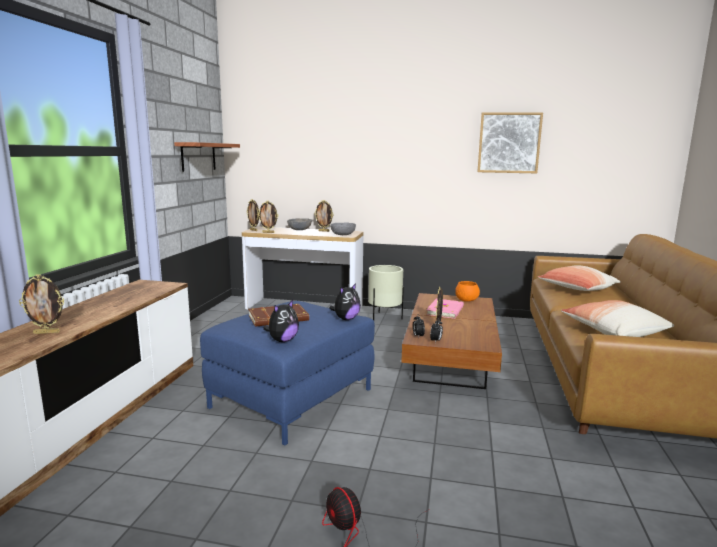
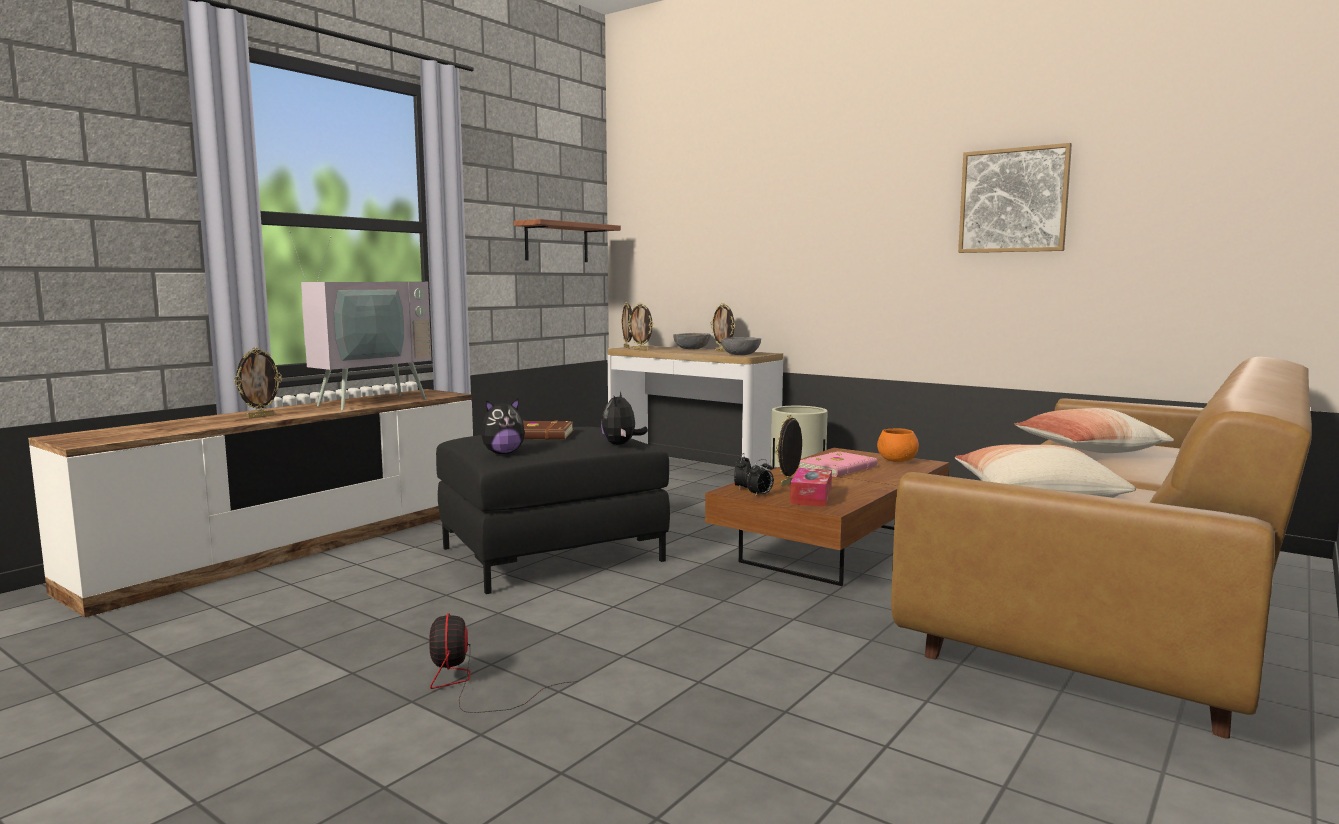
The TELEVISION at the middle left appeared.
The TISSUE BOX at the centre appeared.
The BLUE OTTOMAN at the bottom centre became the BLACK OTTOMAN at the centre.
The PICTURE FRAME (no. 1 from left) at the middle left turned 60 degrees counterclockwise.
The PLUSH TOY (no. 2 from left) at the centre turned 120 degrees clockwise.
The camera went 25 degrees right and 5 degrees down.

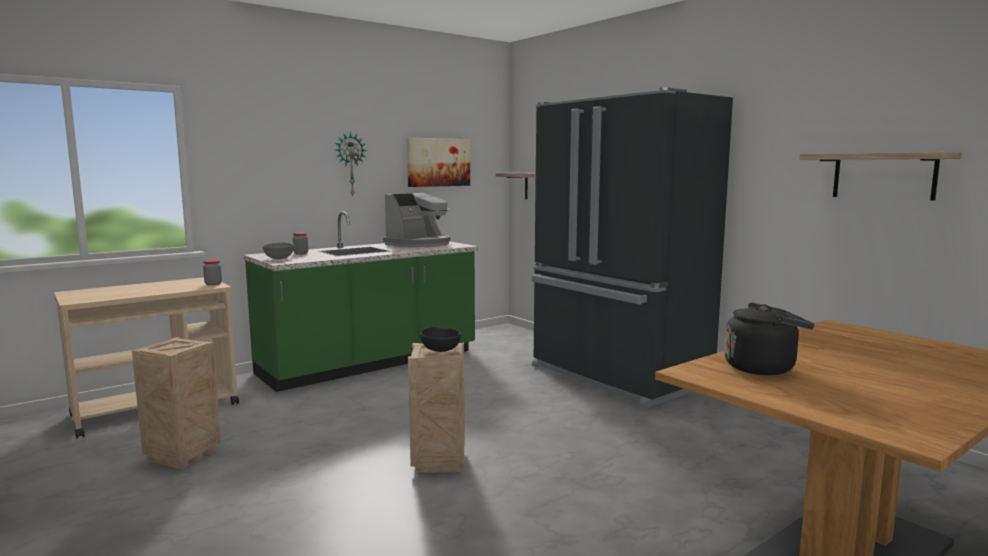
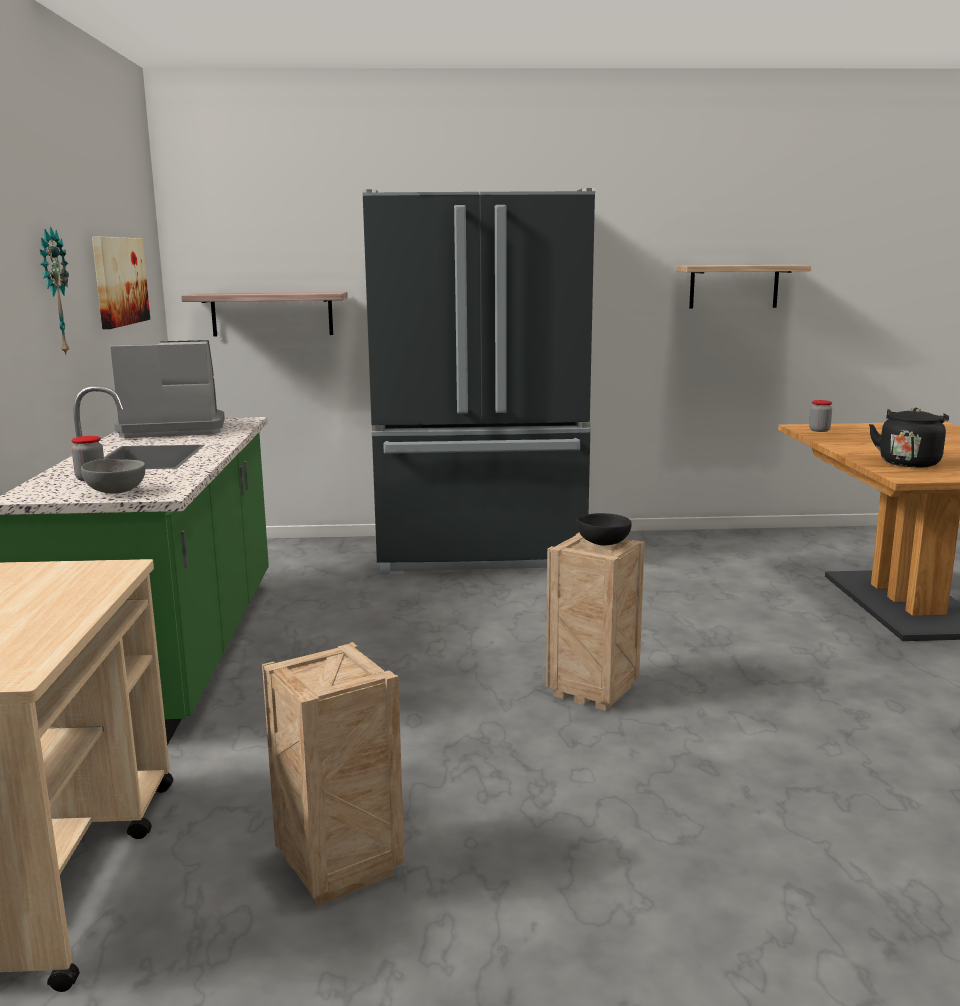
The JAR (no. 1 from left in the first image) moved from the middle left to the middle right.
The COFFEE MACHINE at the centre turned 90 degrees counterclockwise.
The camera went 55 degrees left and 5 degrees up.

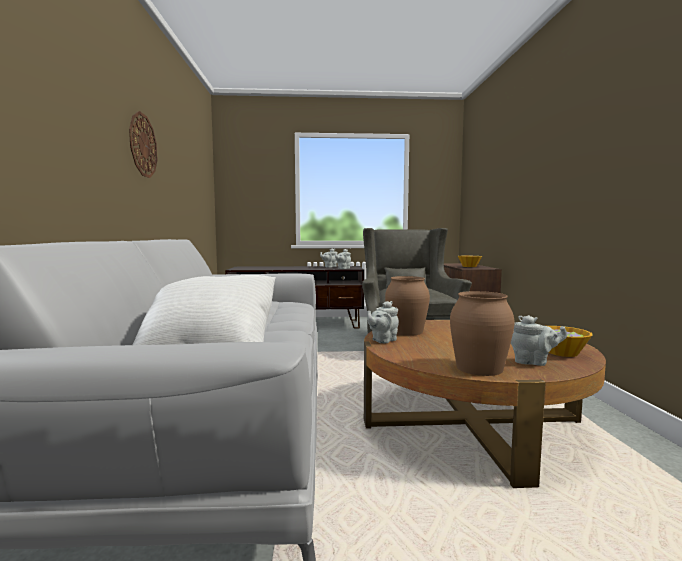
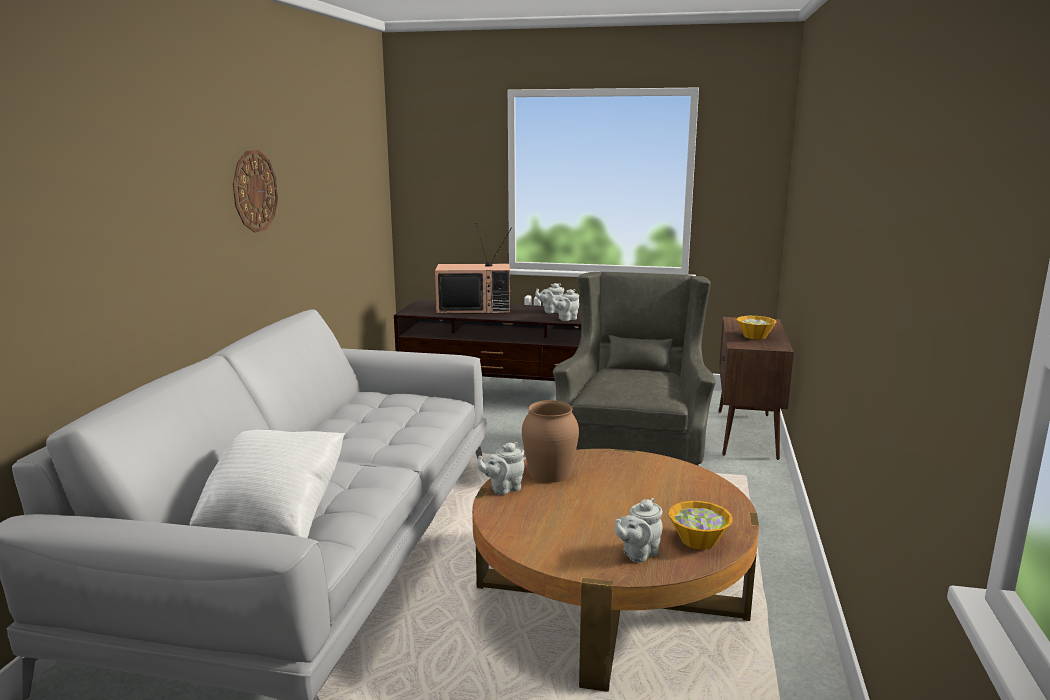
The BROWN VASE (no. 2 from left) at the middle right disappeared.
The TELEVISION at the centre appeared.
The GREY TEAPOT (no. 4 from left) at the middle right turned 105 degrees clockwise.
The camera went 15 degrees right and 10 degrees up.

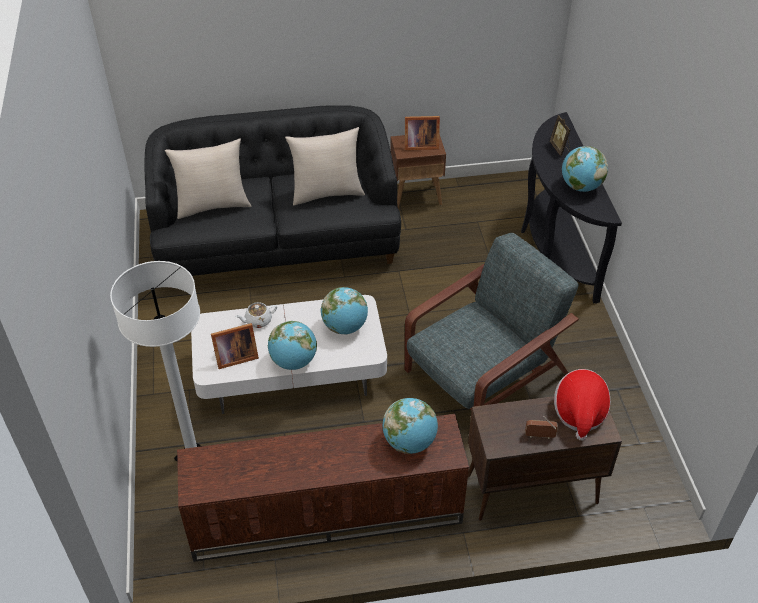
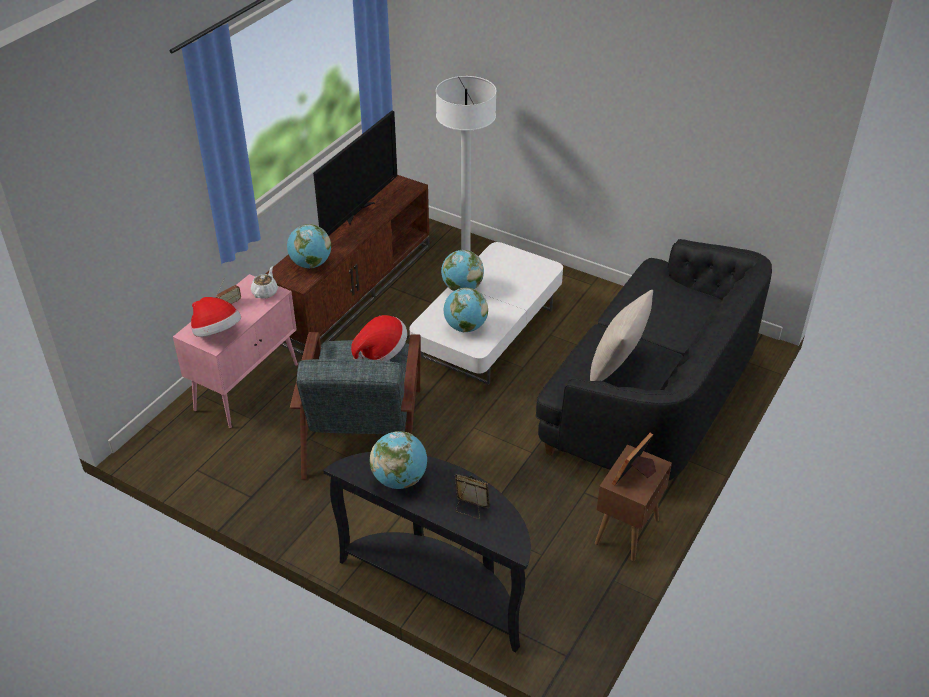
The BEIGE PILLOW (no. 1 from left) at the top left disappeared.
The PICTURE FRAME (no. 1 from left) at the middle left disappeared.
The TELEVISION at the top centre appeared.
The HAT (no. 2 from left) at the centre appeared.
The WHITE TEAPOT moved from the centre to the middle left.
The BROWN CABINET at the bottom right became the PINK CABINET at the middle left.
The camera went 130 degrees right and 5 degrees down.

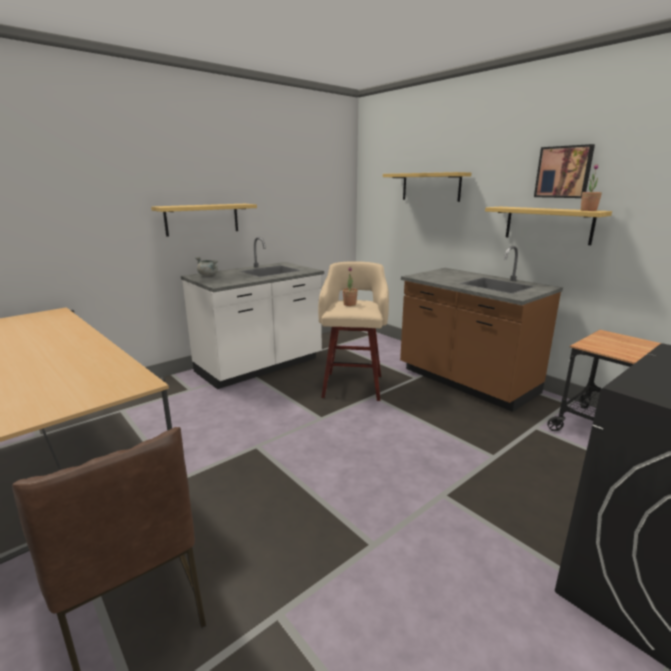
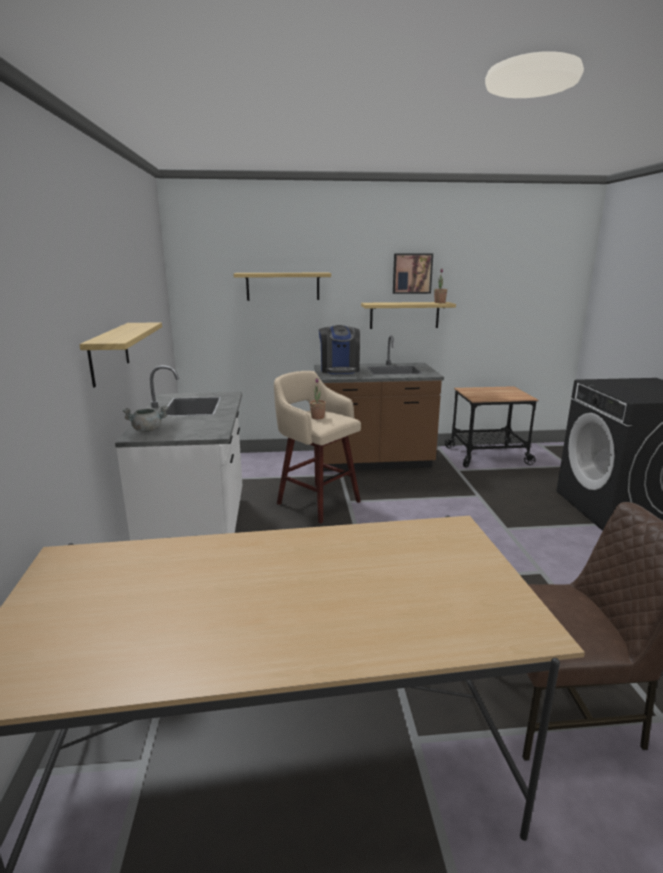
The COFFEE MACHINE at the centre appeared.
The camera went 55 degrees left and 0 degrees up.

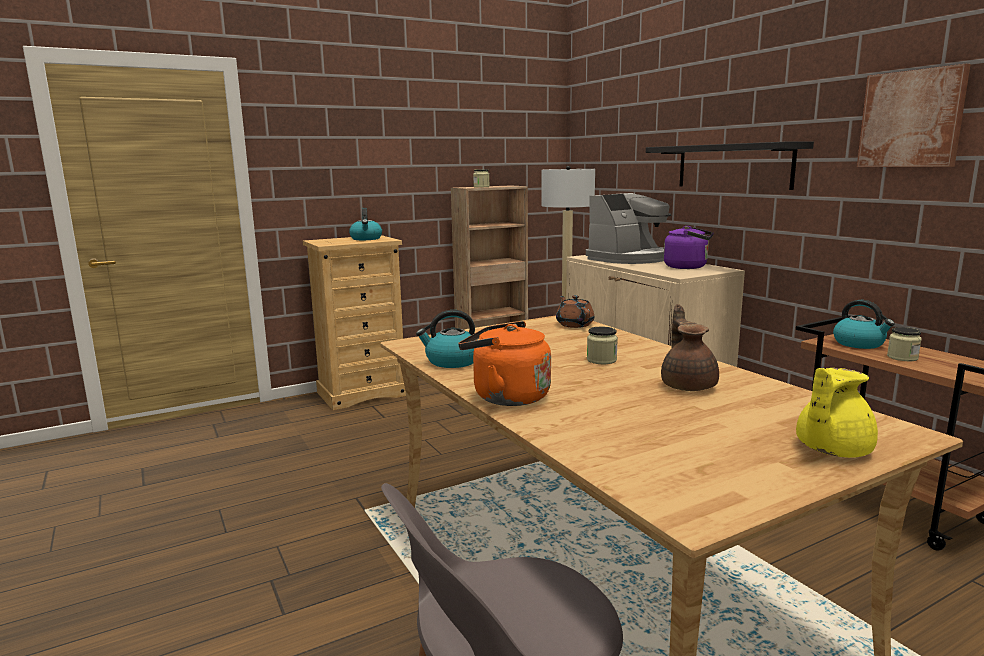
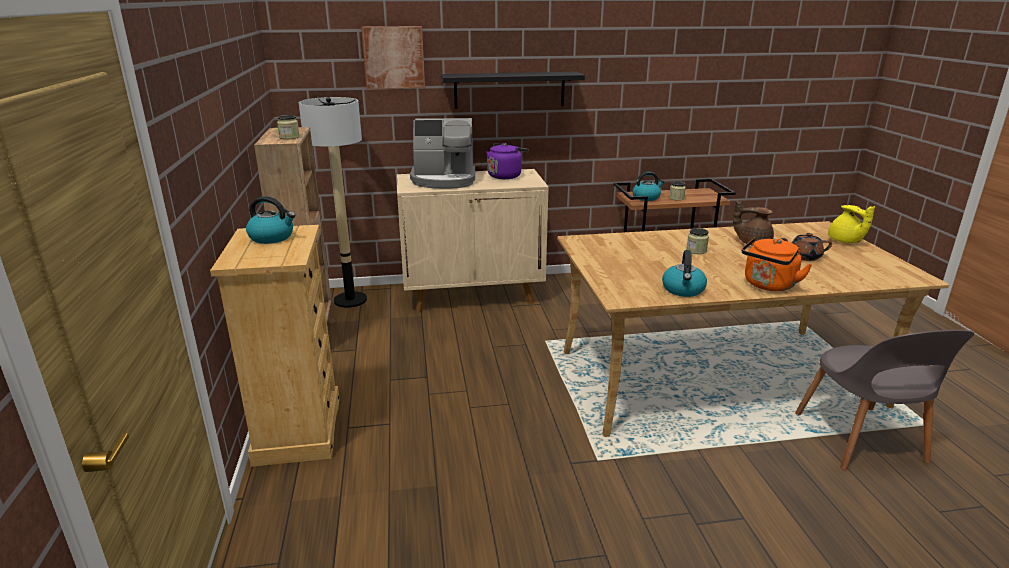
The BROWN TEAPOT (no. 1 from left in the first image) moved from the centre to the middle right.
The PICTURE moved from the top right to the top centre.
The COFFEE MACHINE at the centre turned 105 degrees clockwise.
The camera went 70 degrees left and 10 degrees up.

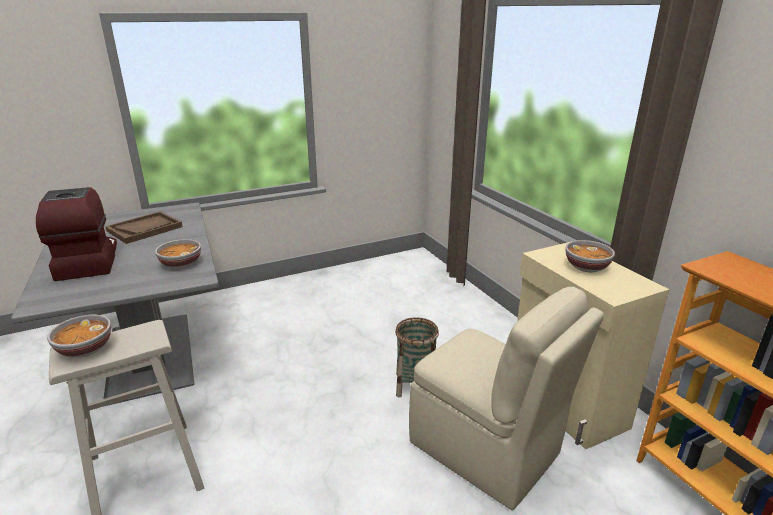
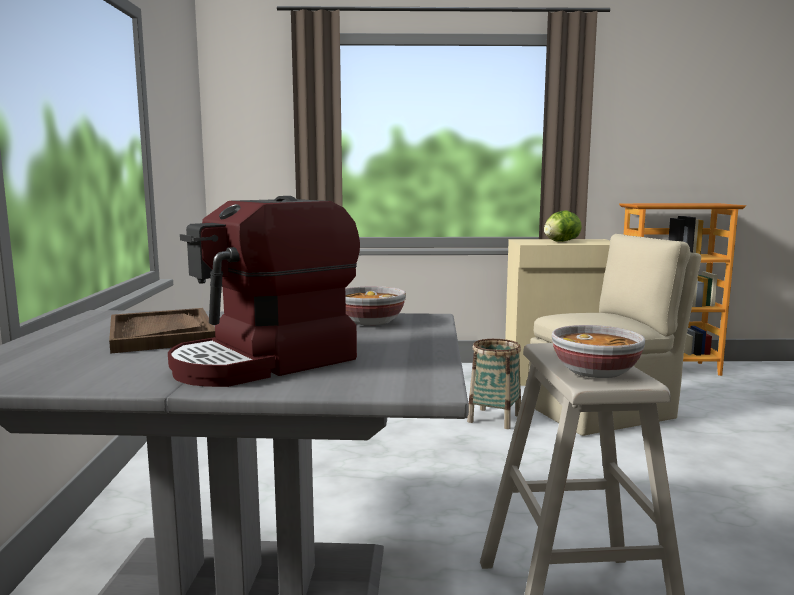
The BOWL (no. 3 from left) at the middle right was replaced by the LETTUCE at the middle right.
The COFFEE MACHINE at the middle left turned 45 degrees counterclockwise.
The camera went 65 degrees left and 15 degrees down.

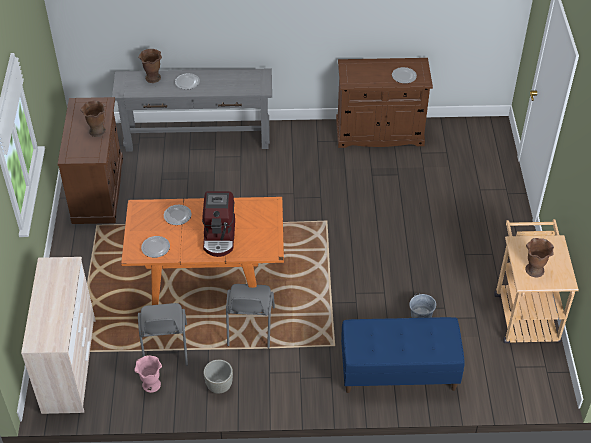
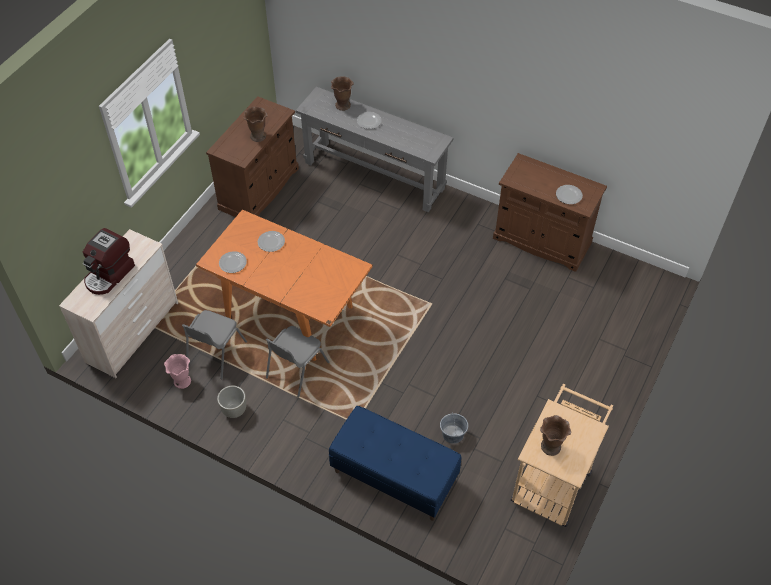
The COFFEE MACHINE moved from the centre to the middle left.
The camera went 30 degrees right and 5 degrees up.

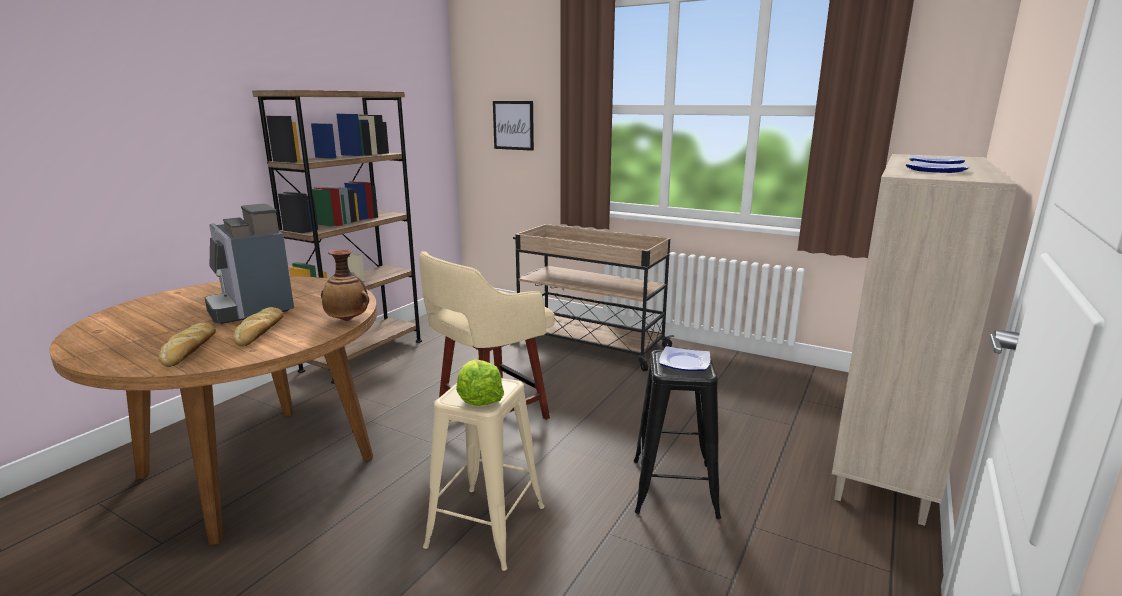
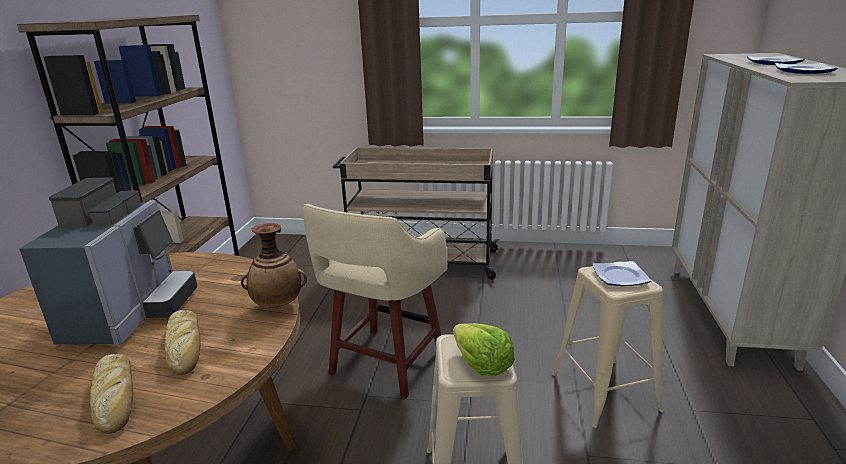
The PICTURE at the top centre disappeared.
The BLACK STOOL at the bottom centre became the BEIGE STOOL (no. 3 from left) at the bottom right.
The COFFEE MACHINE at the middle left turned 120 degrees counterclockwise.
The camera went 20 degrees left and 5 degrees up.

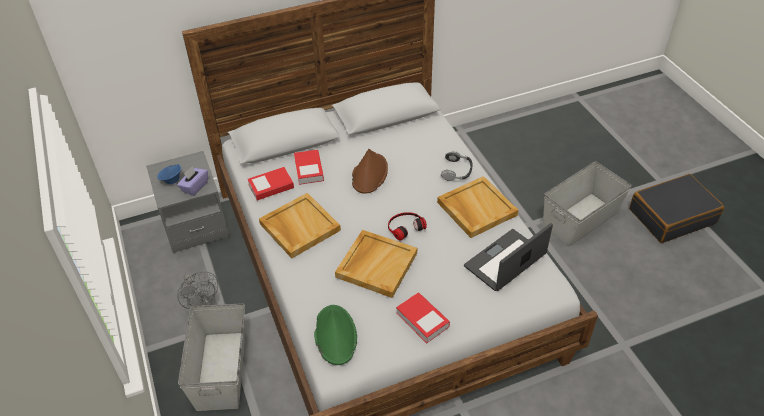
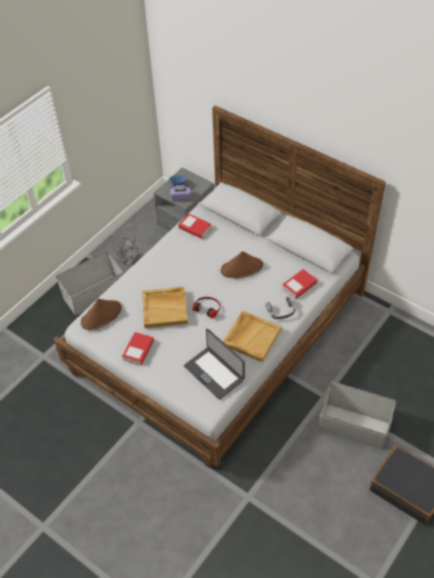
The BEIGE TRAY (no. 1 from left) at the centre disappeared.
The BOOK (no. 2 from left in the first image) moved from the centre to the middle right.
The GREEN HAT at the bottom centre became the BROWN HAT (no. 1 from left) at the middle left.
The LAPTOP at the centre turned 150 degrees counterclockwise.
The camera went 60 degrees right and 5 degrees up.

